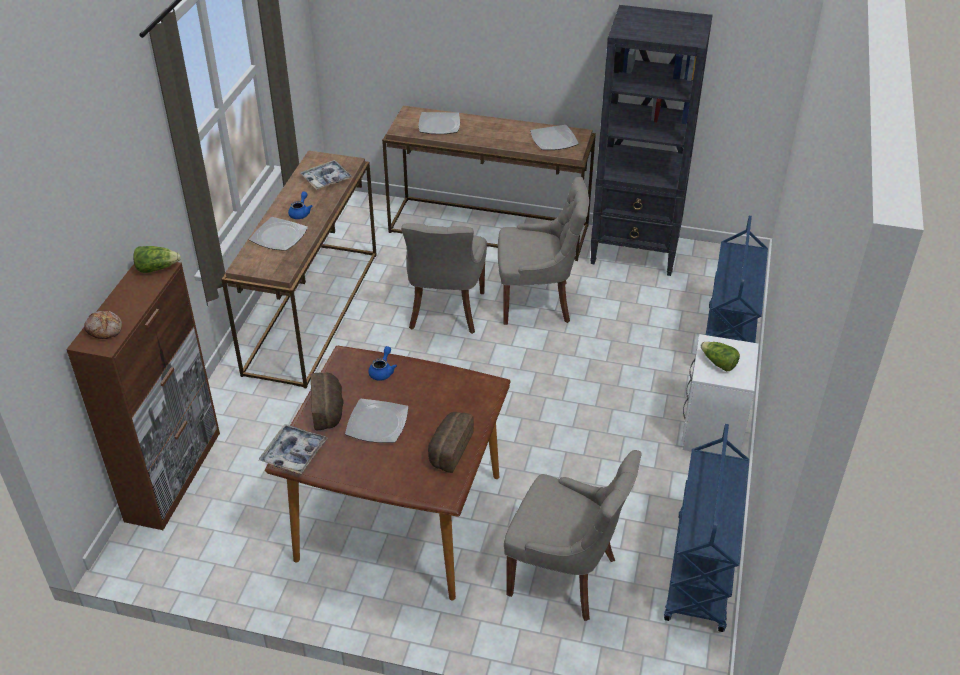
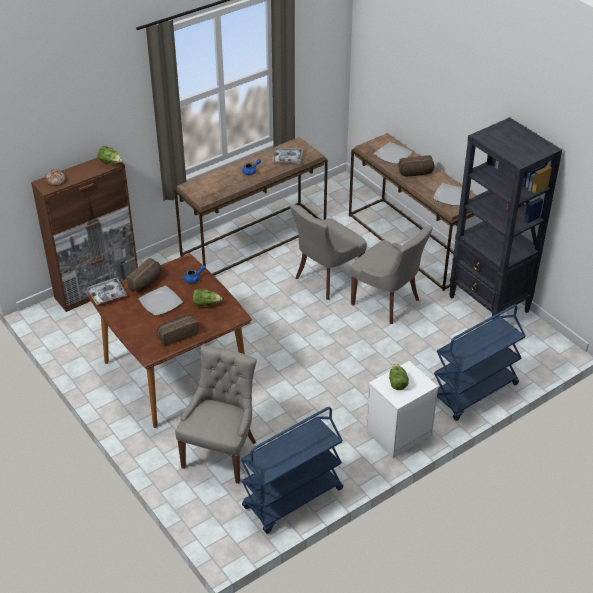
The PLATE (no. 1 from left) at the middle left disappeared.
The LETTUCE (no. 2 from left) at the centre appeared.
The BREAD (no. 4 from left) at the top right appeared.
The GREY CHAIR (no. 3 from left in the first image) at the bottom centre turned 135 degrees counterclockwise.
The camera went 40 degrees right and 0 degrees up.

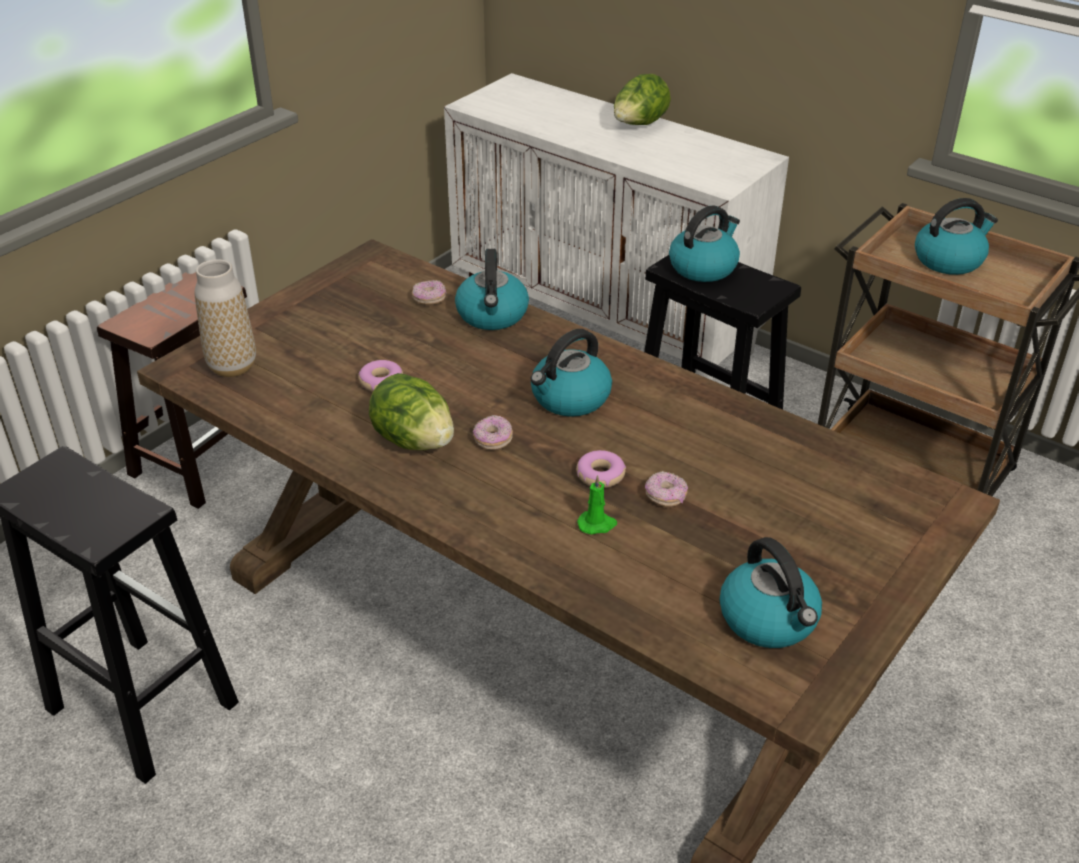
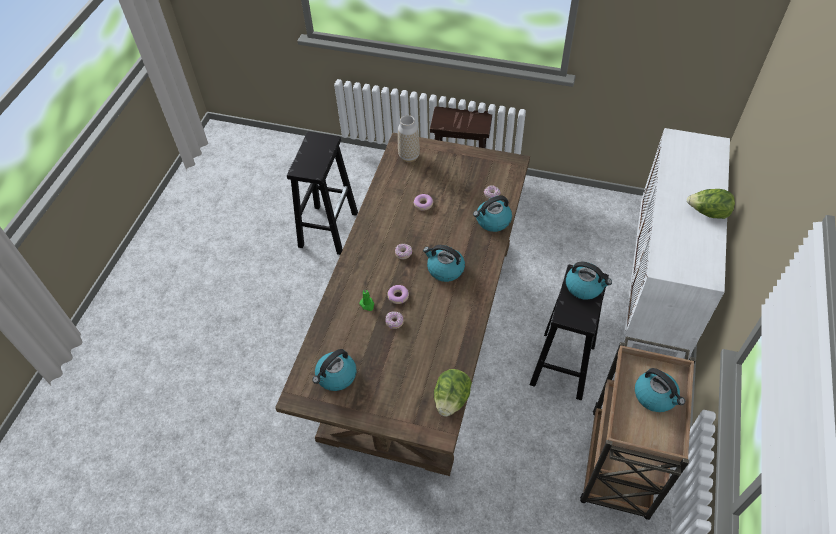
The LETTUCE (no. 1 from left) moved from the centre to the bottom centre.
The camera went 70 degrees right and 15 degrees up.

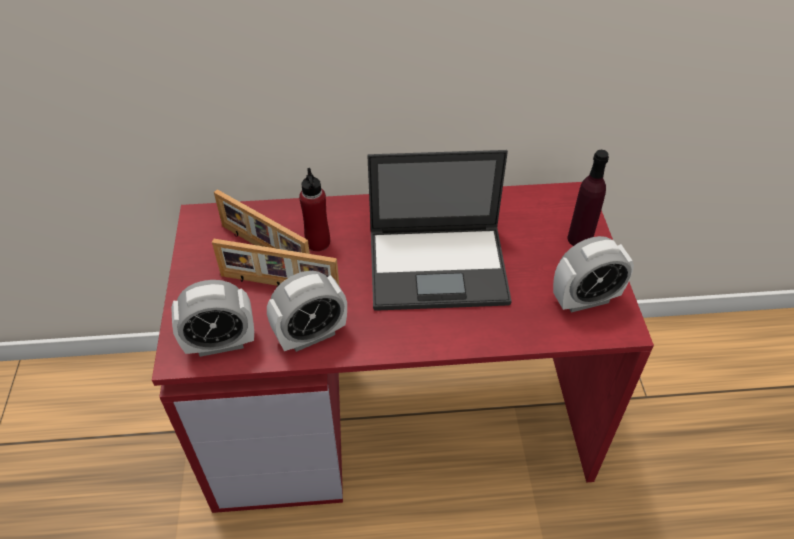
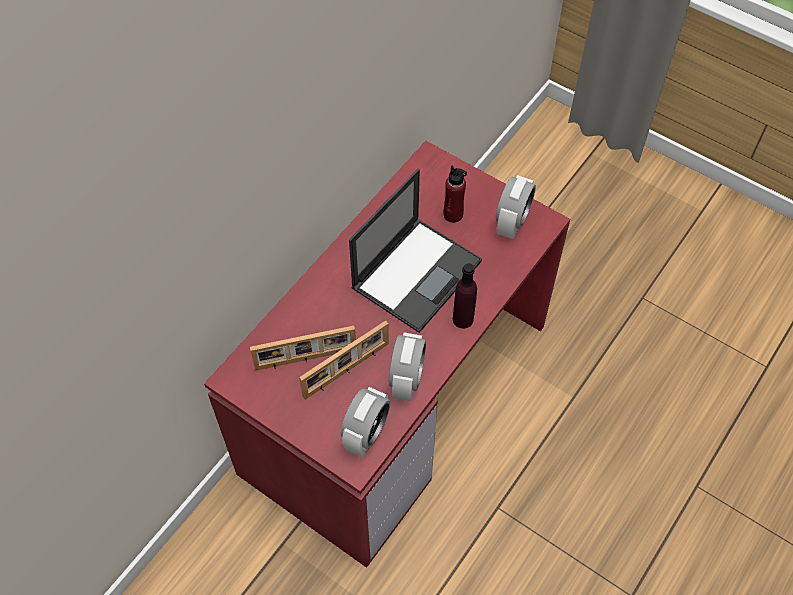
The RED BOTTLE moved from the centre to the top centre.
The PURPLE BOTTLE moved from the middle right to the centre.
The camera went 50 degrees left and 10 degrees up.

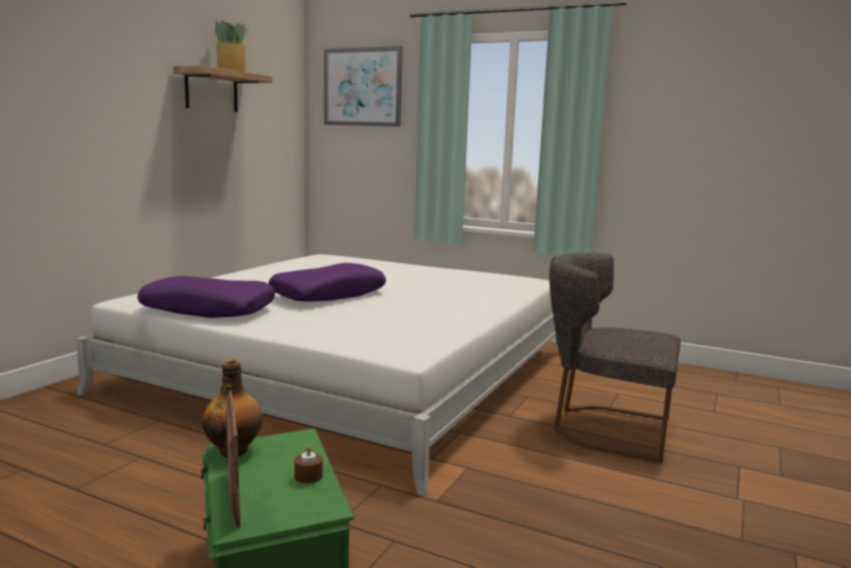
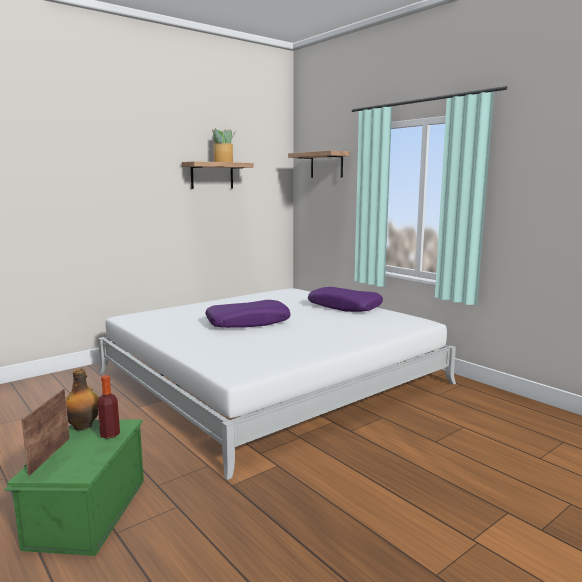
The BROWN CANDLE at the bottom centre disappeared.
The GREY CHAIR at the middle right disappeared.
The BOTTLE (no. 2 from left) at the bottom left appeared.
The PURPLE PILLOW (no. 1 from left in the first image) moved from the middle left to the centre.
The PICTURE at the top centre was replaced by the SHELF (no. 2 from left) at the top centre.
The camera went 25 degrees right and 0 degrees up.

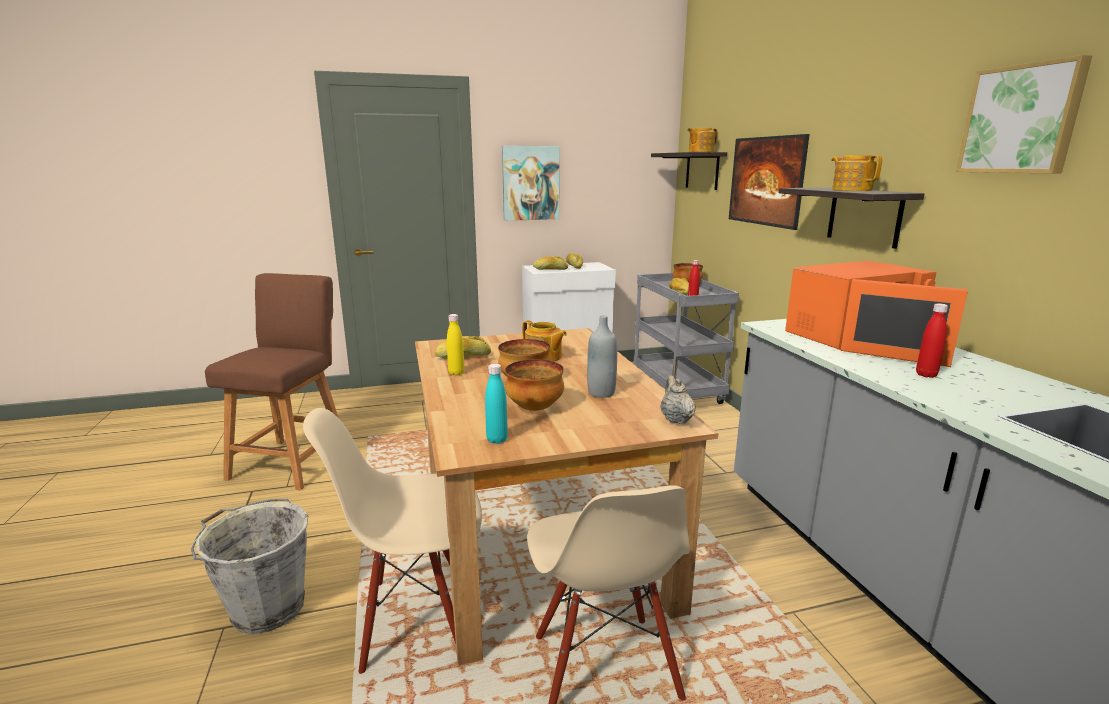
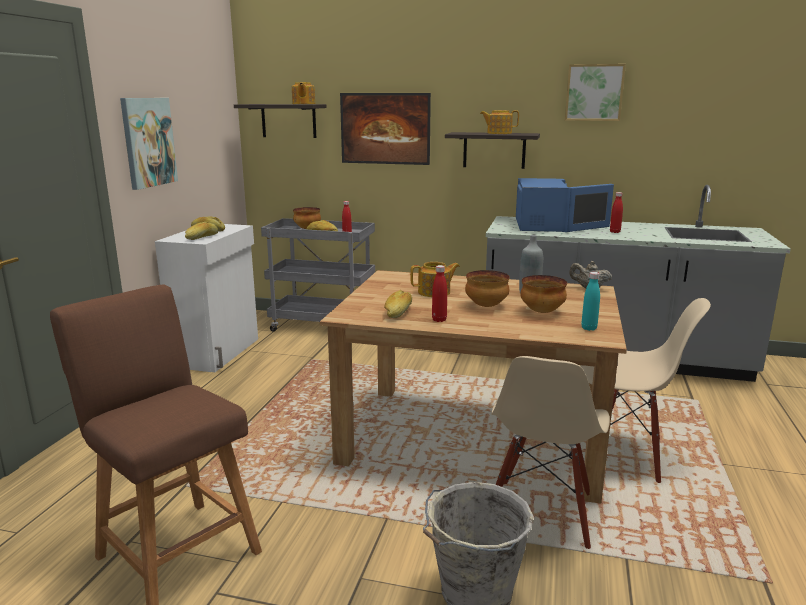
The YELLOW BOTTLE at the centre became the RED BOTTLE (no. 2 from left) at the centre.
The ORANGE MICROWAVE at the middle right became the BLUE MICROWAVE at the middle right.
The camera went 60 degrees left and 0 degrees up.

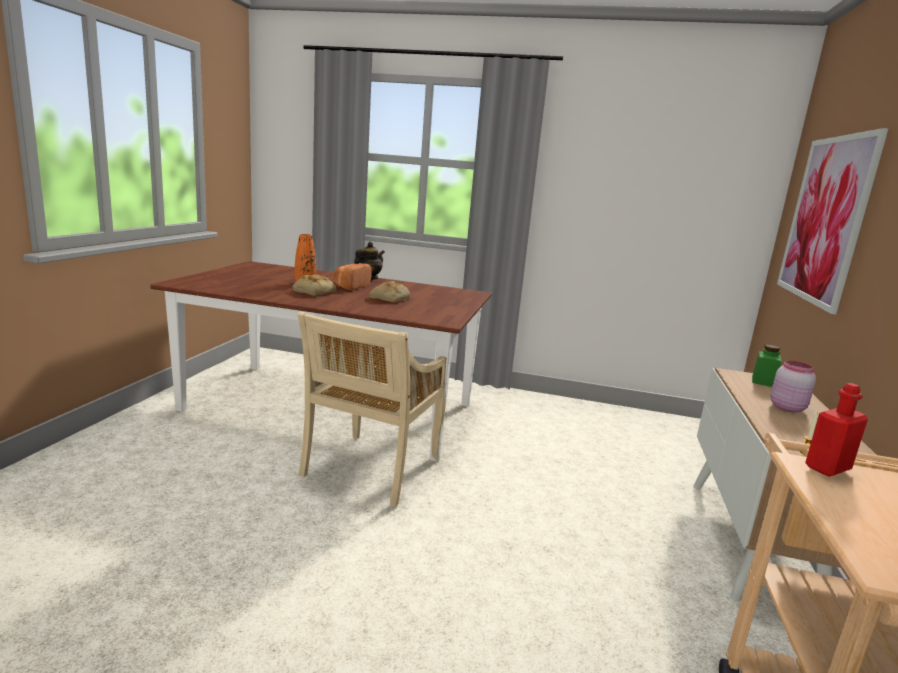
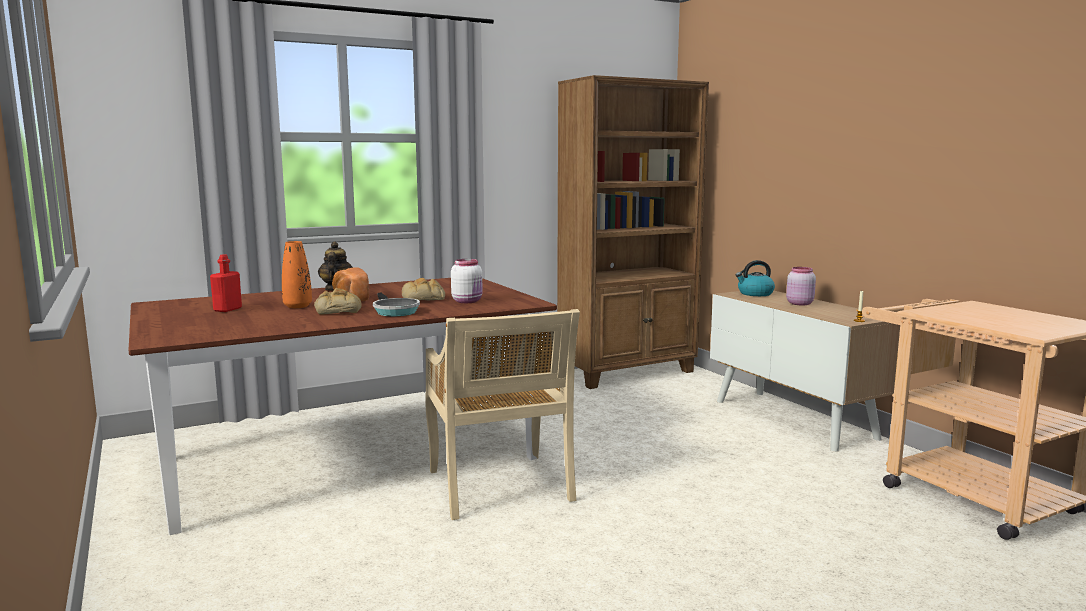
The PICTURE at the top right disappeared.
The FRYING PAN at the centre appeared.
The WHITE JAR at the centre appeared.
The BROWN BOOKCASE at the centre appeared.
The RED BOTTLE moved from the middle right to the middle left.
The GREEN JAR at the middle right was replaced by the KETTLE at the middle right.
The camera went 40 degrees left and 5 degrees down.

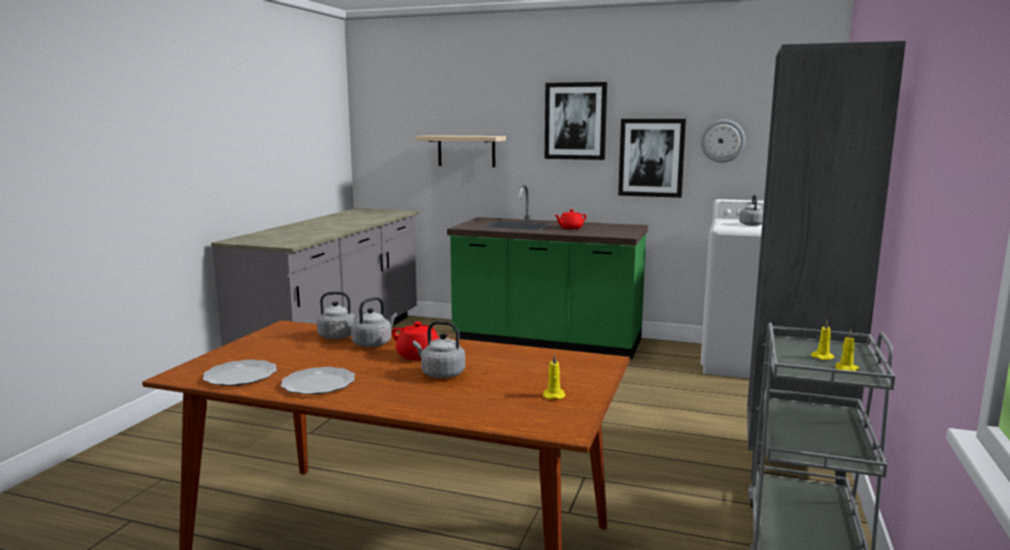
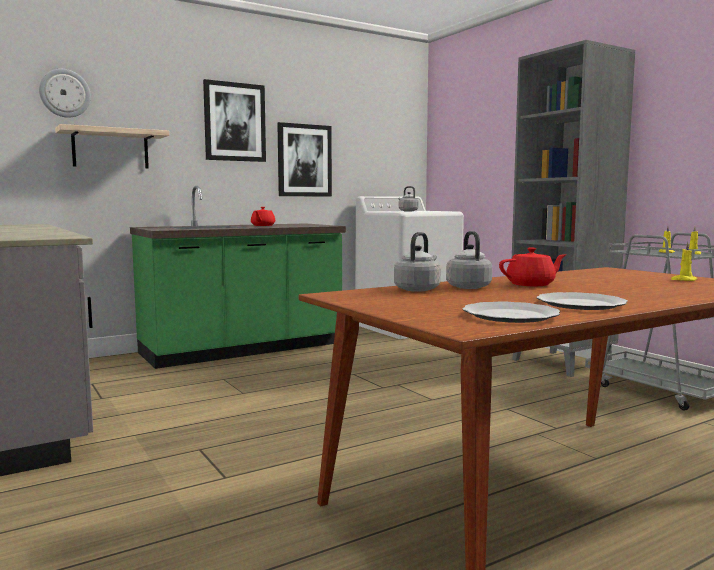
The GREY KETTLE (no. 3 from left) at the centre disappeared.
The WALL CLOCK moved from the top right to the top left.
The camera went 50 degrees left and 5 degrees down.

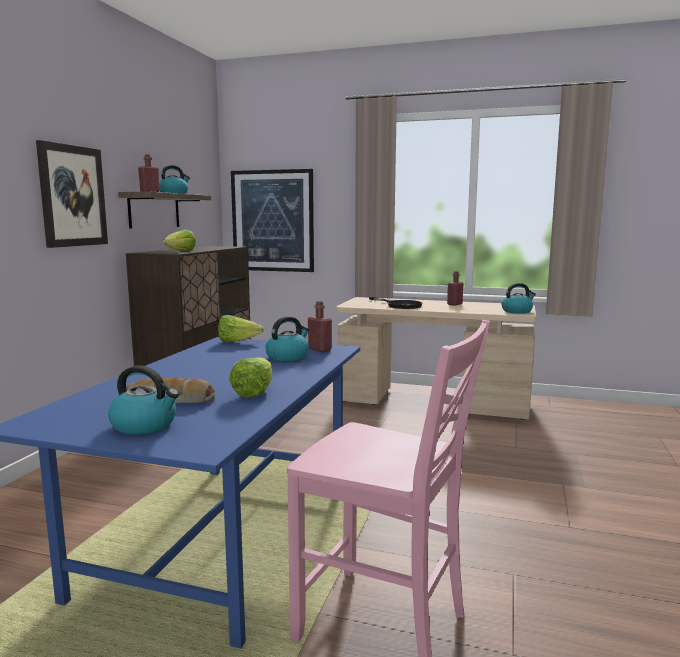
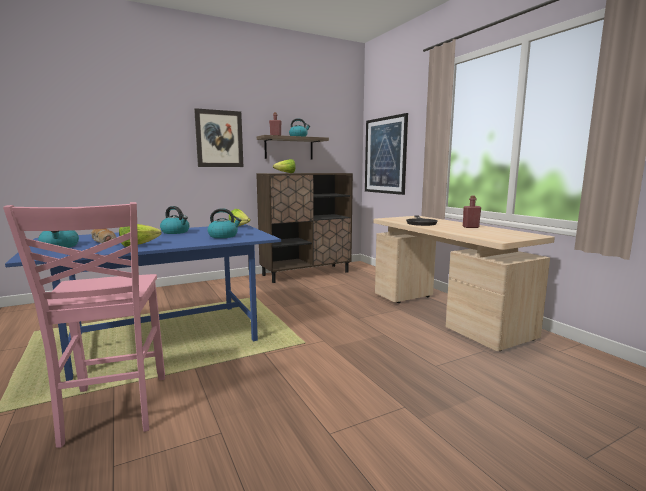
The RED BOTTLE (no. 2 from left) at the centre disappeared.
The KETTLE (no. 4 from left in the first image) moved from the middle right to the middle left.
The camera went 45 degrees right and 0 degrees up.

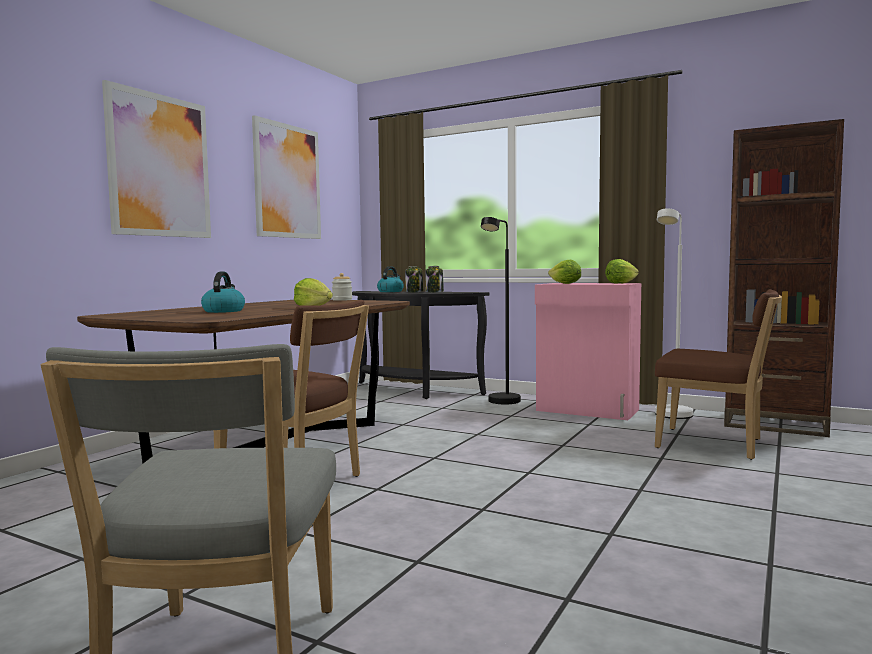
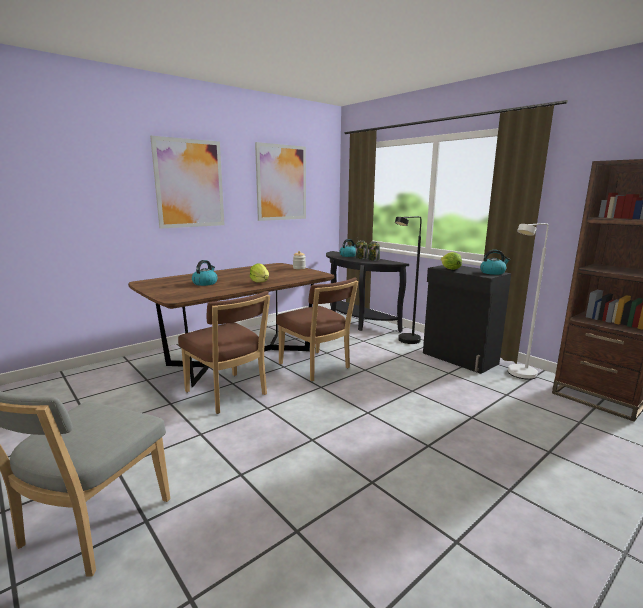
The BROWN CHAIR (no. 2 from left) moved from the middle right to the centre.
The LETTUCE (no. 3 from left) at the middle right was replaced by the KETTLE (no. 3 from left) at the middle right.
The PINK CABINET at the middle right became the BLACK CABINET at the middle right.
The camera went 20 degrees right and 10 degrees up.

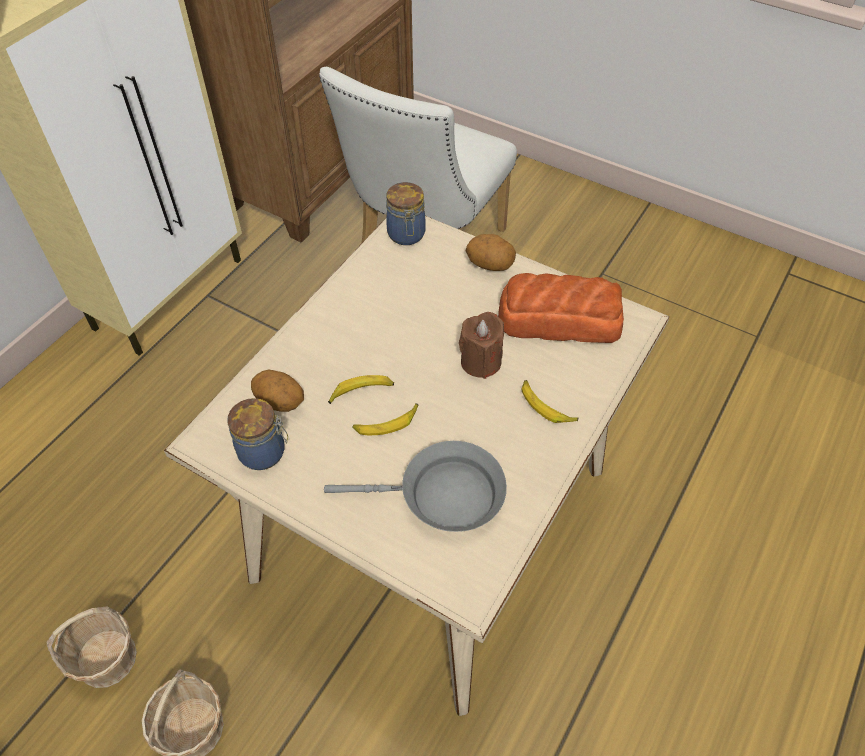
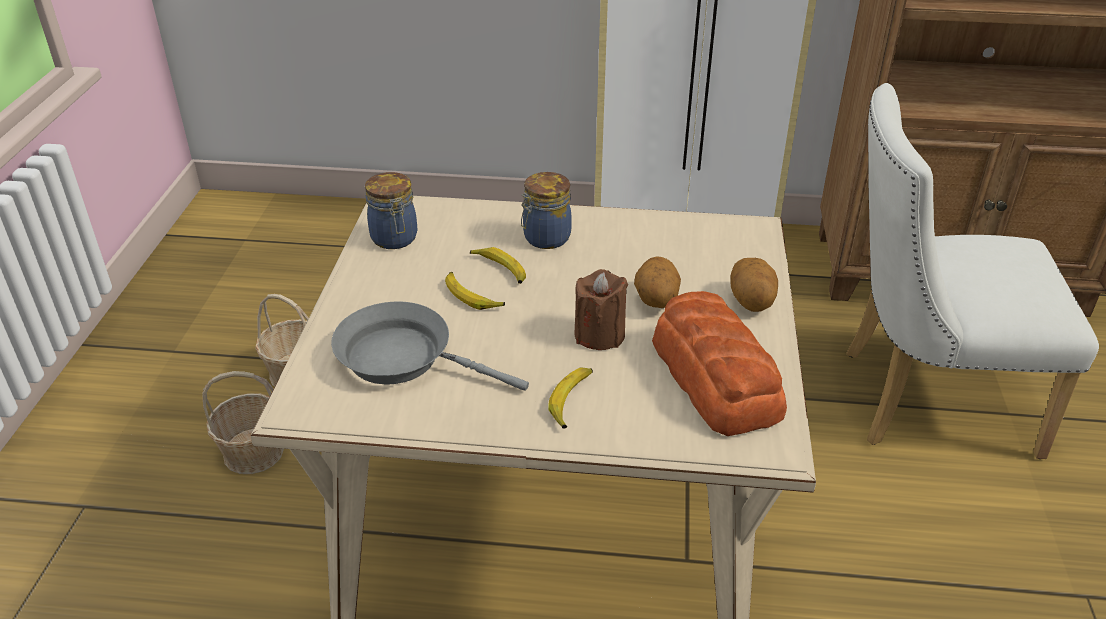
The POTATO (no. 1 from left) moved from the middle left to the centre.
The JAR (no. 2 from left) moved from the top centre to the centre.
The GREY FRYING PAN at the centre turned 135 degrees clockwise.
The camera went 65 degrees right and 15 degrees down.

